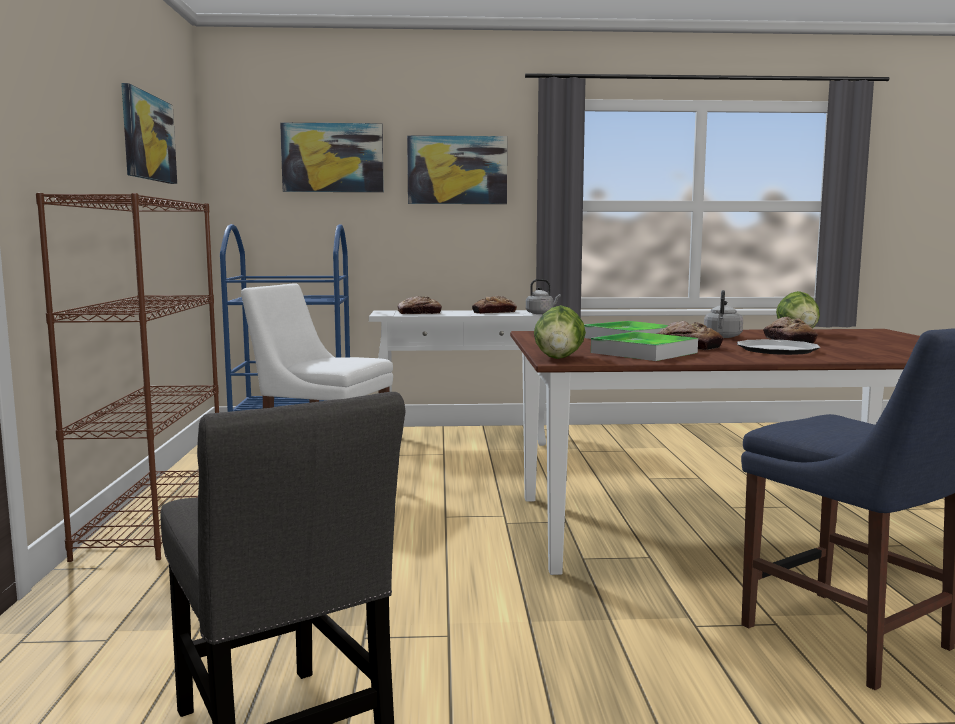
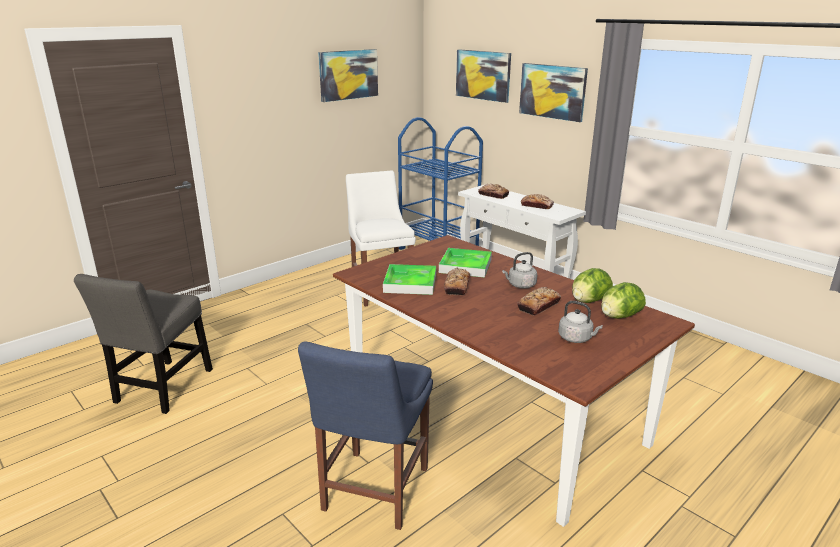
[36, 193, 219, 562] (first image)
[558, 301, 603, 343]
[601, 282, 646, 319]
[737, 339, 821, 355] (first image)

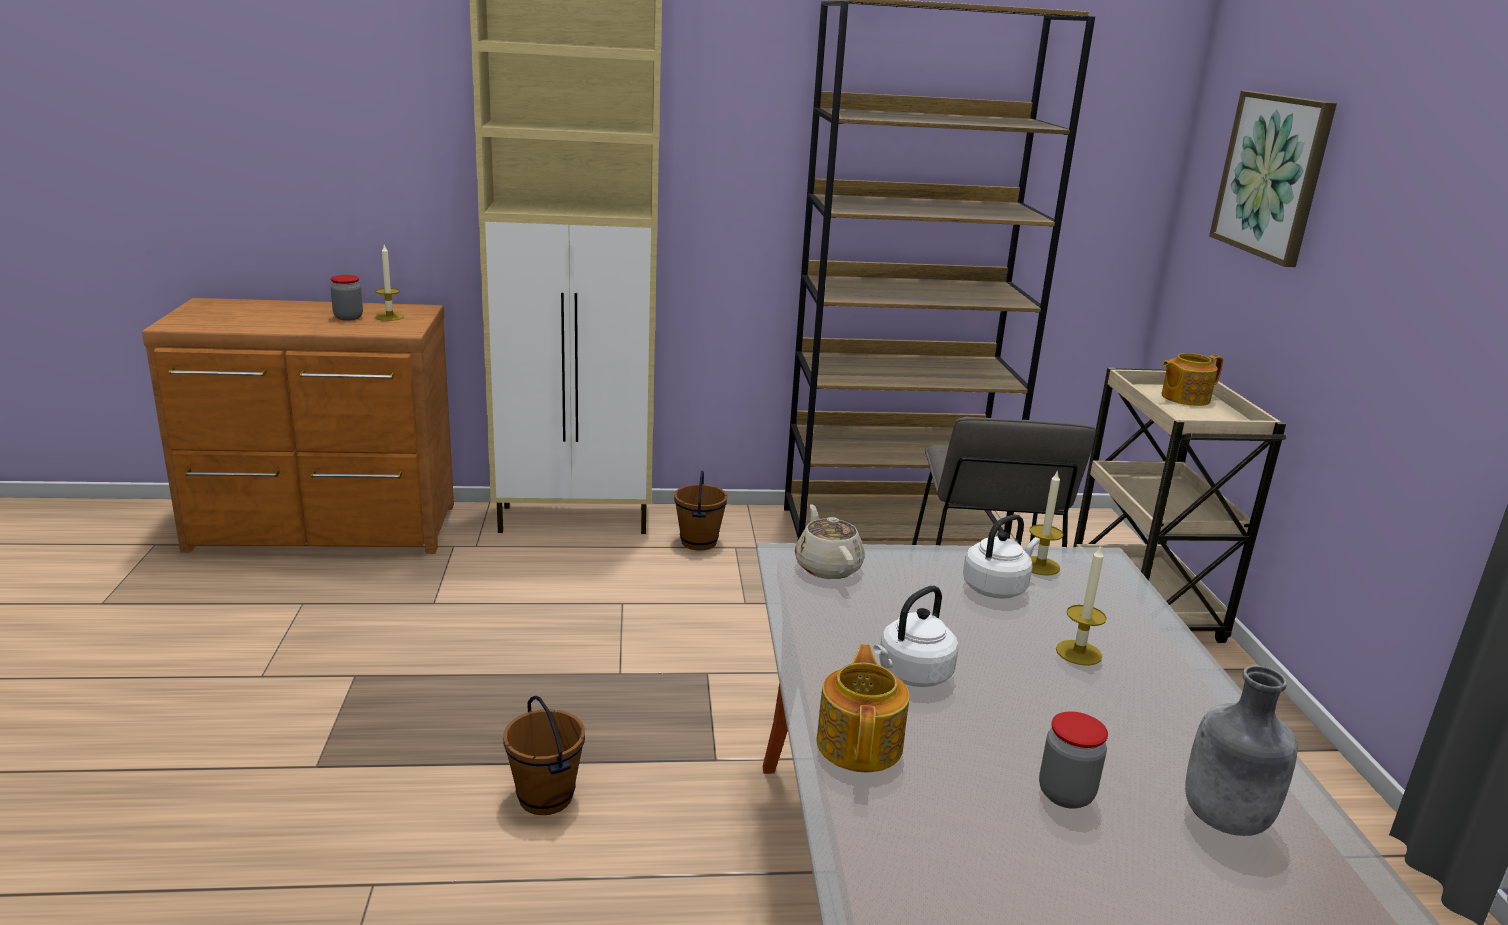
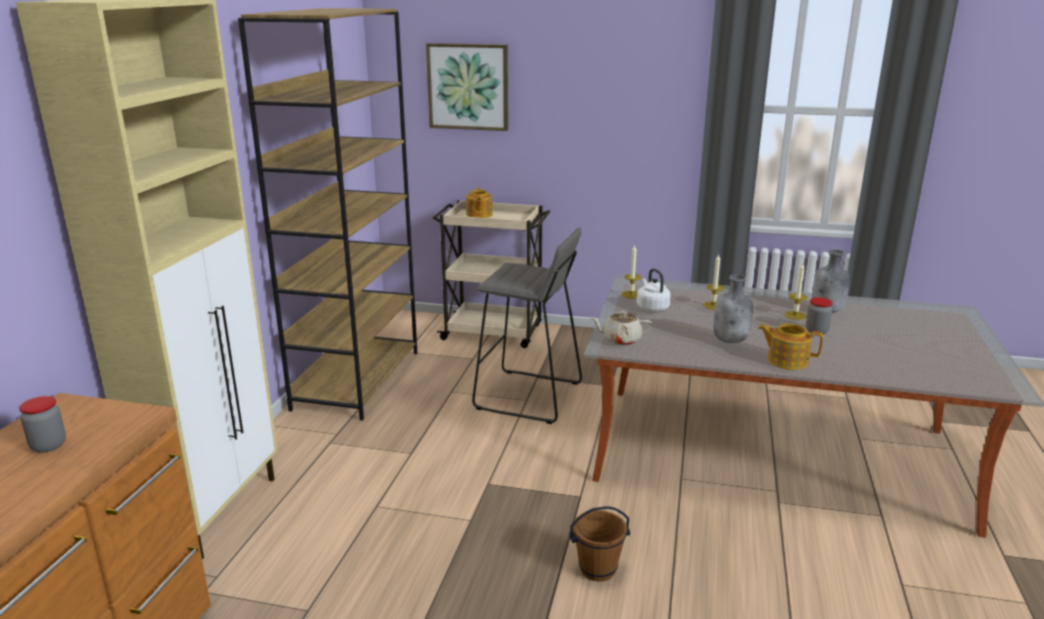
[784, 263, 808, 320]
[674, 470, 728, 551] (first image)
[714, 275, 753, 343]

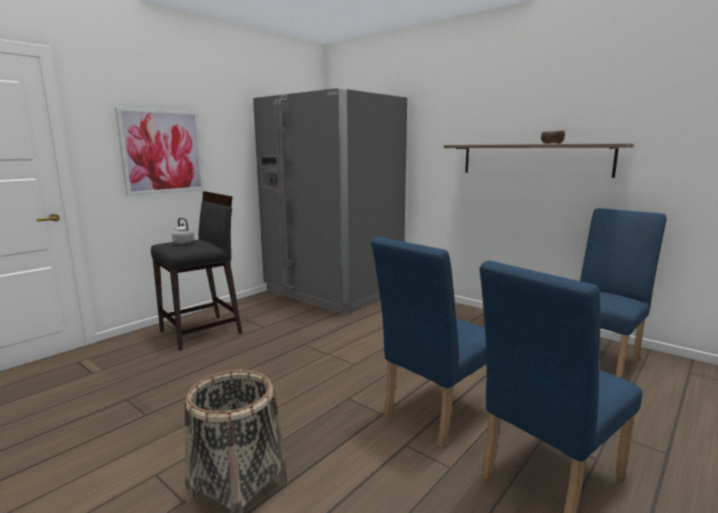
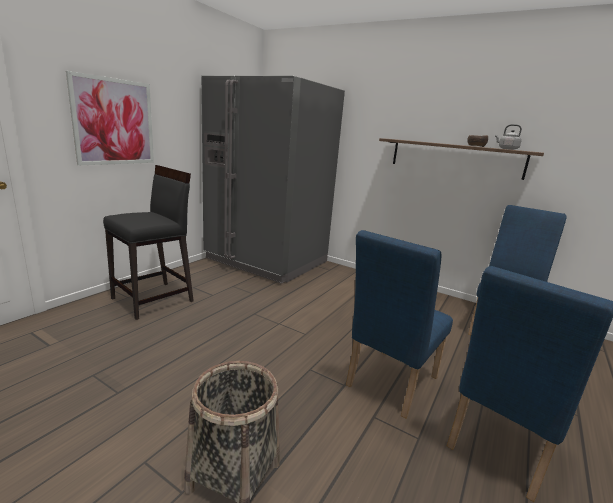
[495, 124, 522, 150]

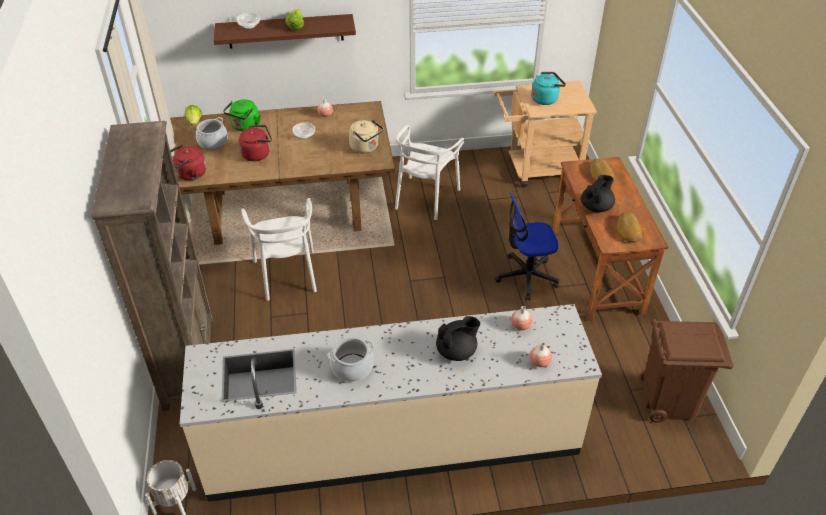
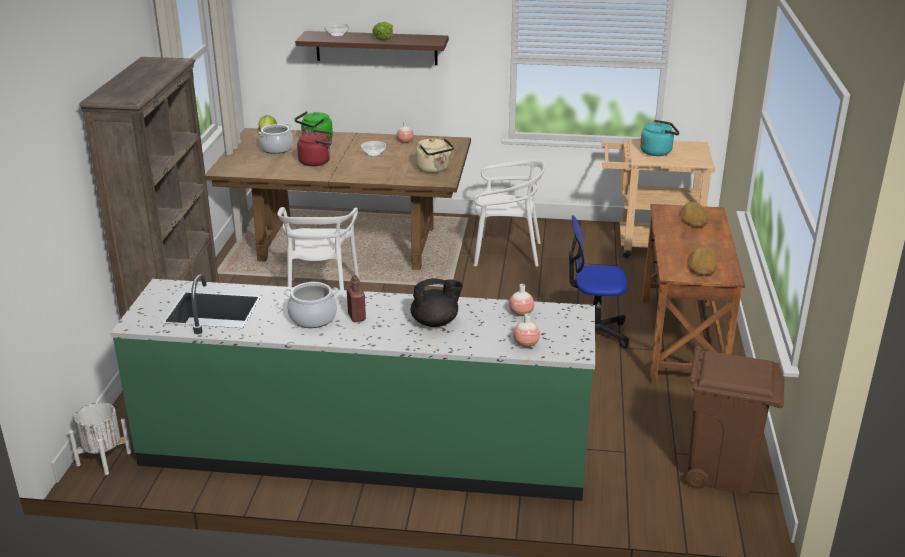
[473, 159, 545, 267]
[170, 145, 206, 181] (first image)
[581, 175, 615, 212] (first image)
[110, 274, 595, 501]
[346, 275, 366, 322]

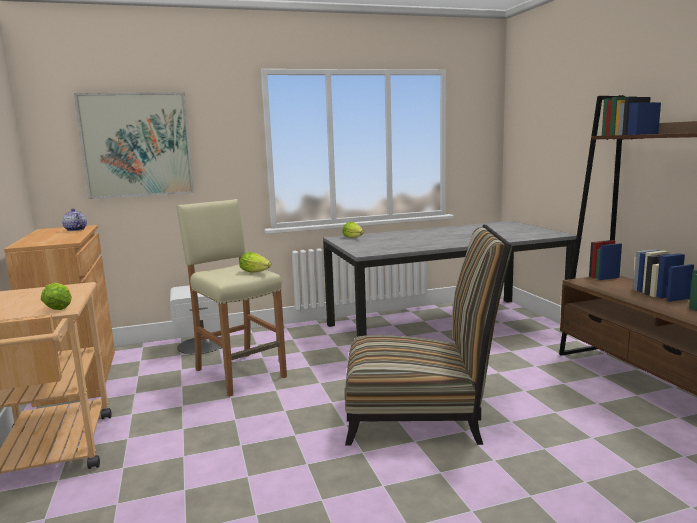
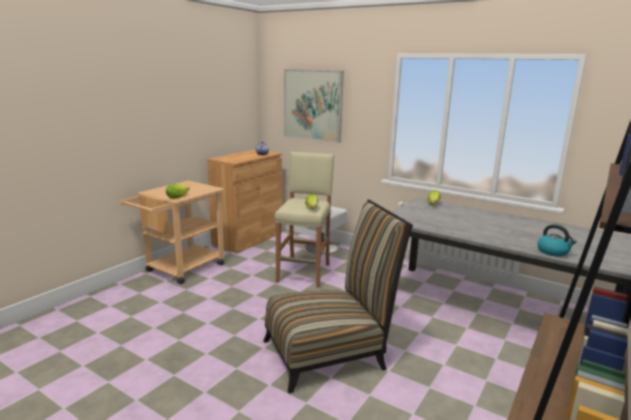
[263, 200, 413, 394]
[537, 224, 577, 257]

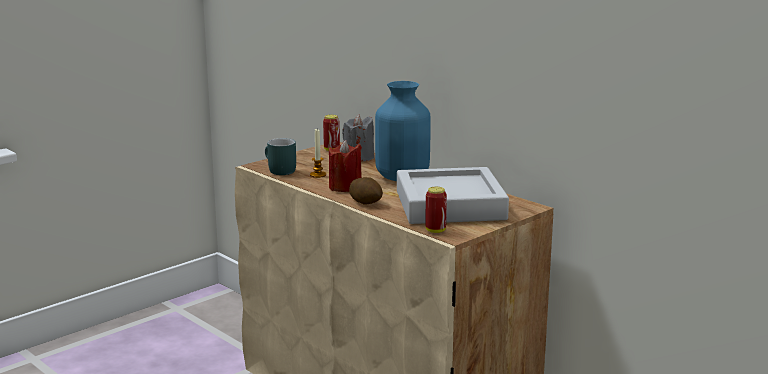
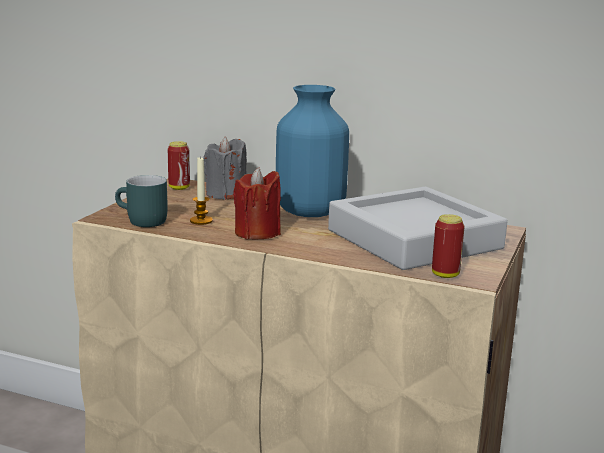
[349, 177, 383, 204] (first image)

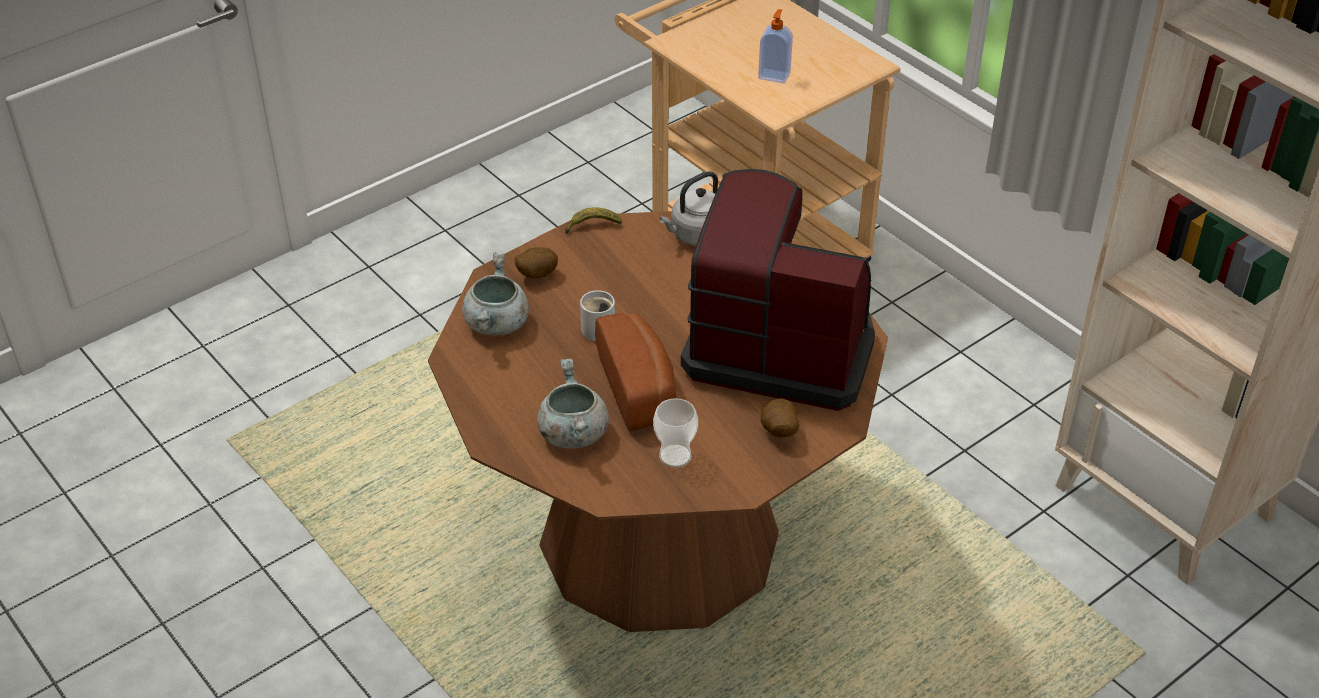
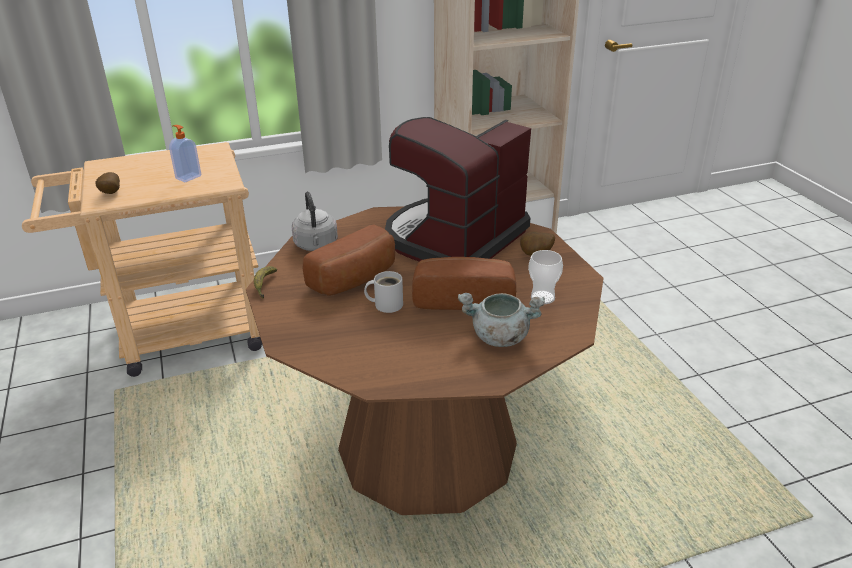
[95, 172, 120, 194]
[462, 252, 529, 335] (first image)
[303, 225, 395, 296]

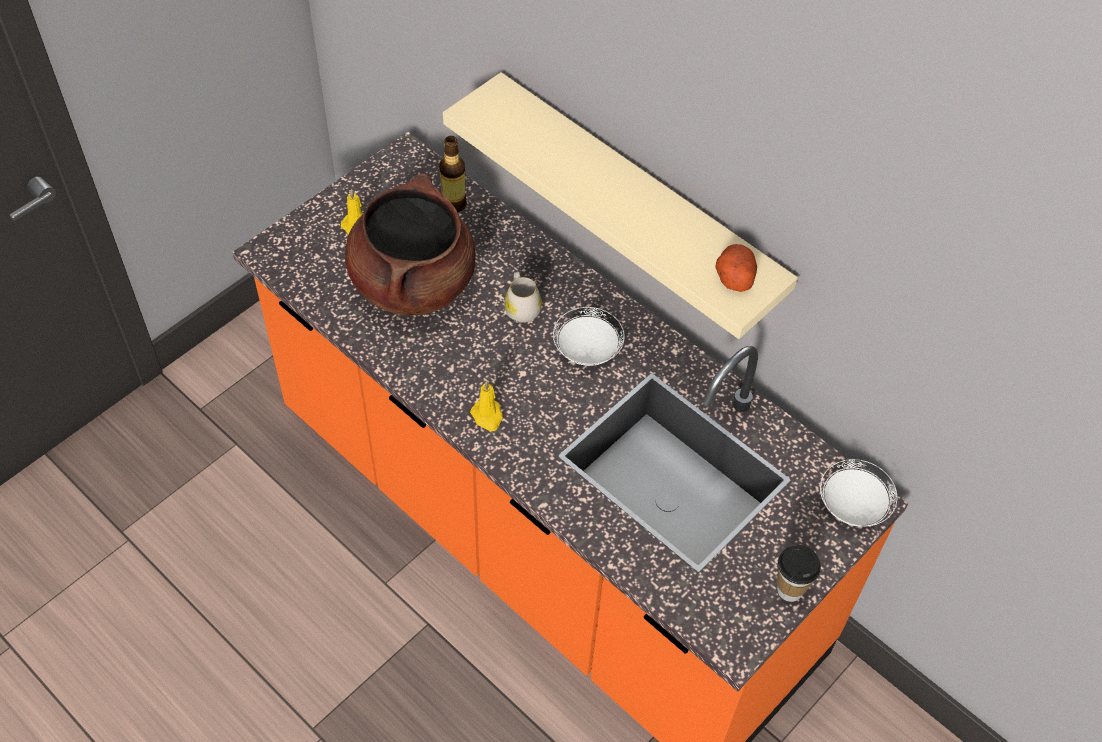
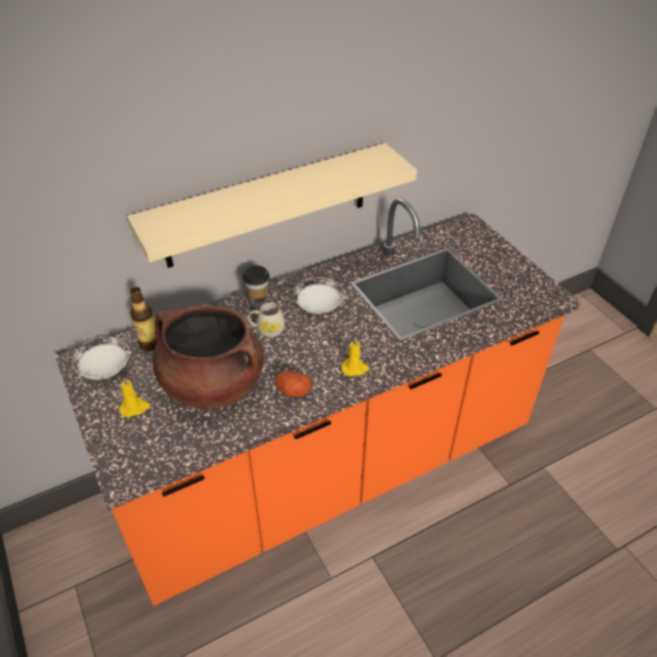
[275, 370, 311, 397]
[72, 337, 130, 380]
[243, 266, 270, 308]

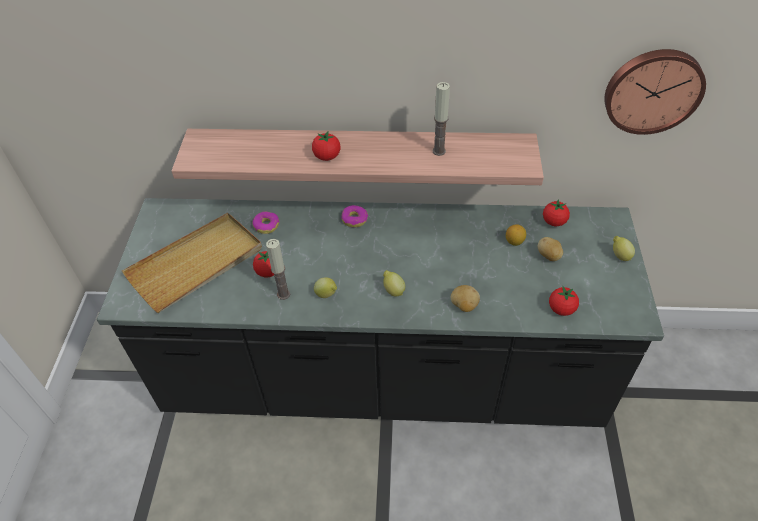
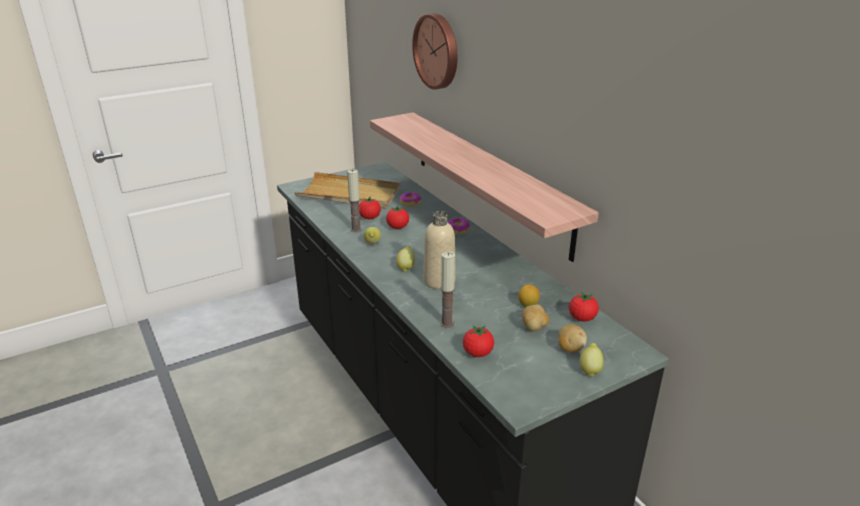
[412, 13, 458, 90]
[440, 252, 455, 328]
[386, 206, 409, 229]
[558, 324, 587, 353]
[423, 211, 456, 289]

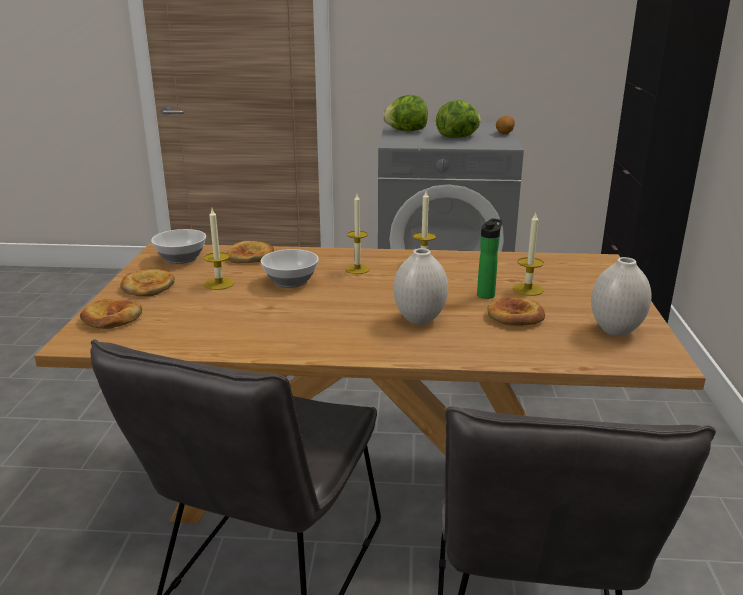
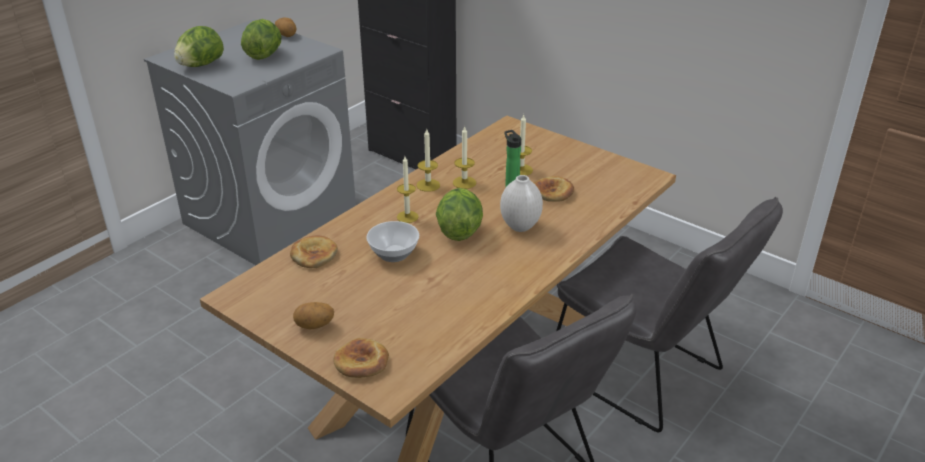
[453, 126, 476, 189]
[151, 229, 206, 264] (first image)
[591, 257, 652, 336] (first image)
[293, 302, 334, 329]
[436, 188, 483, 241]

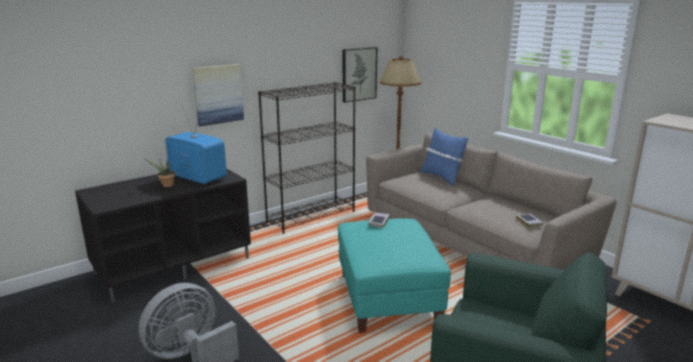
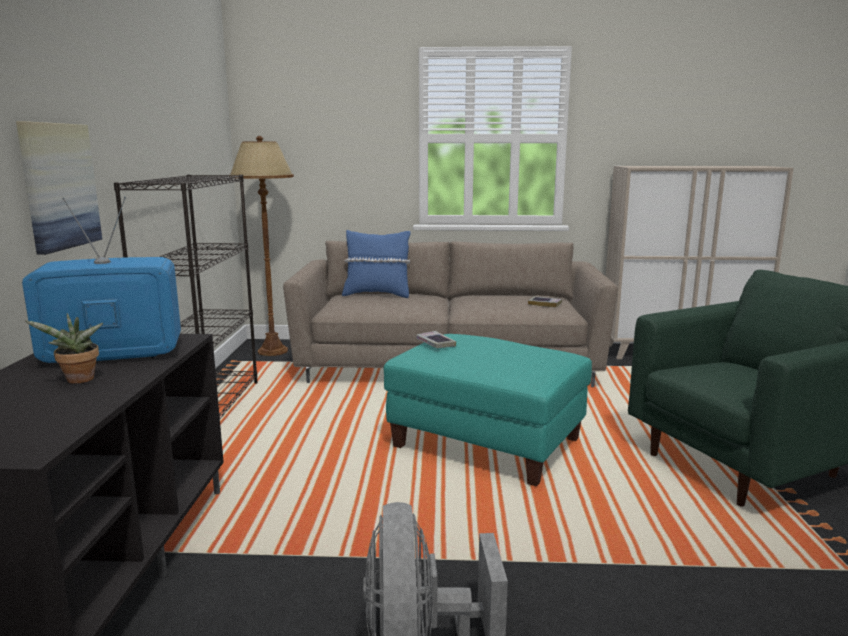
[343, 47, 377, 103] (first image)

